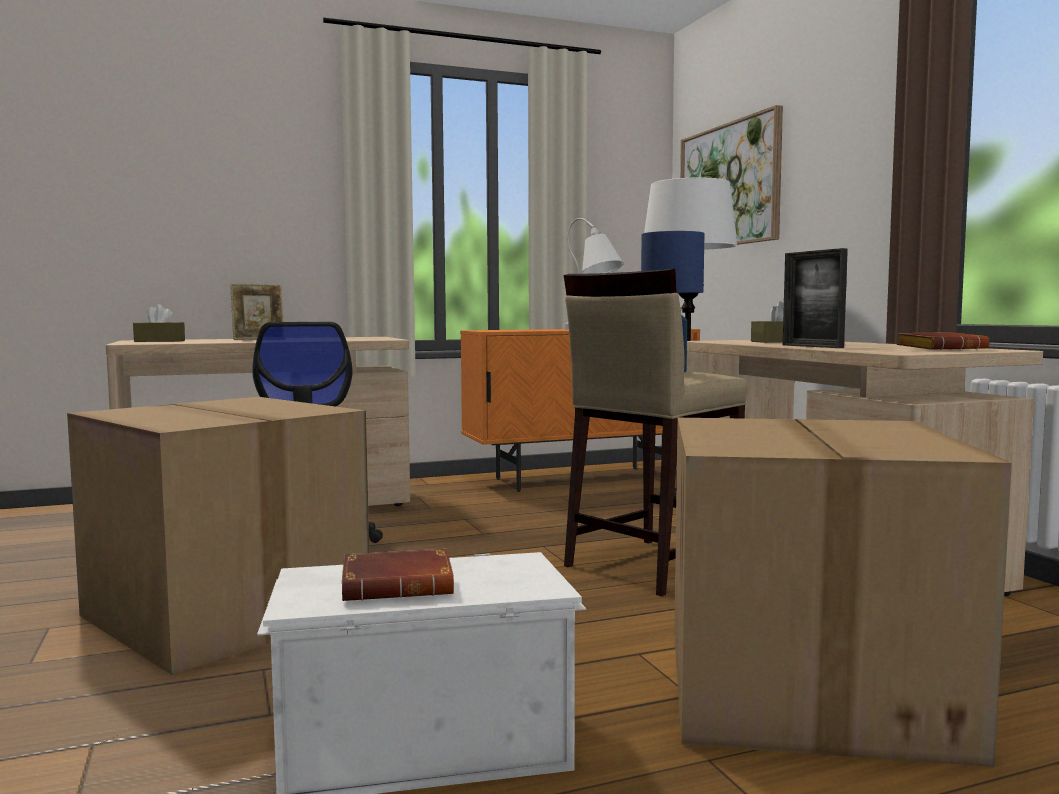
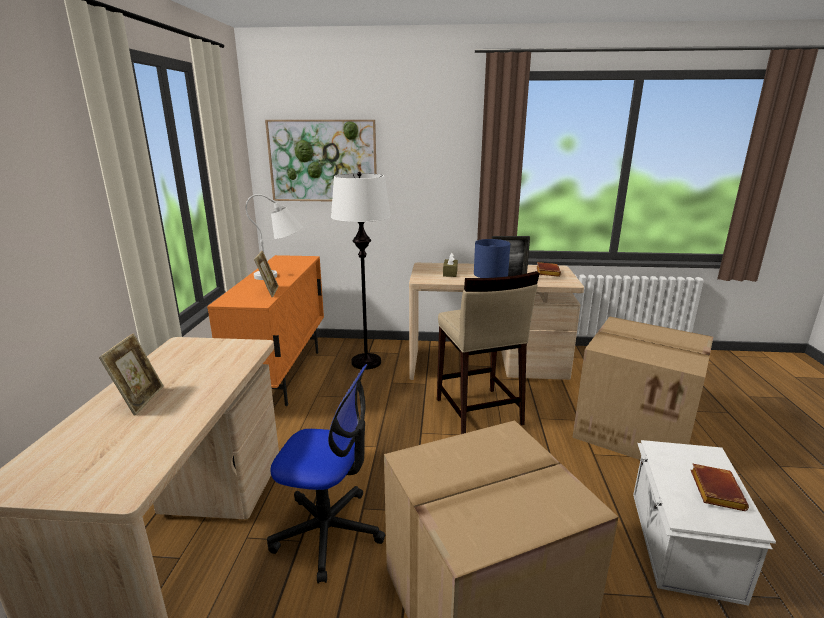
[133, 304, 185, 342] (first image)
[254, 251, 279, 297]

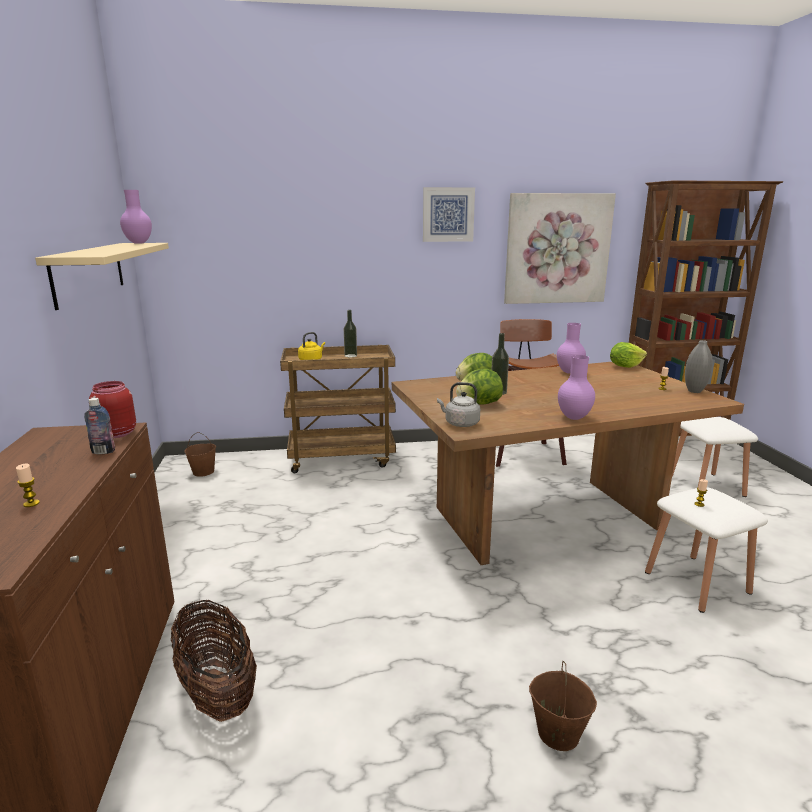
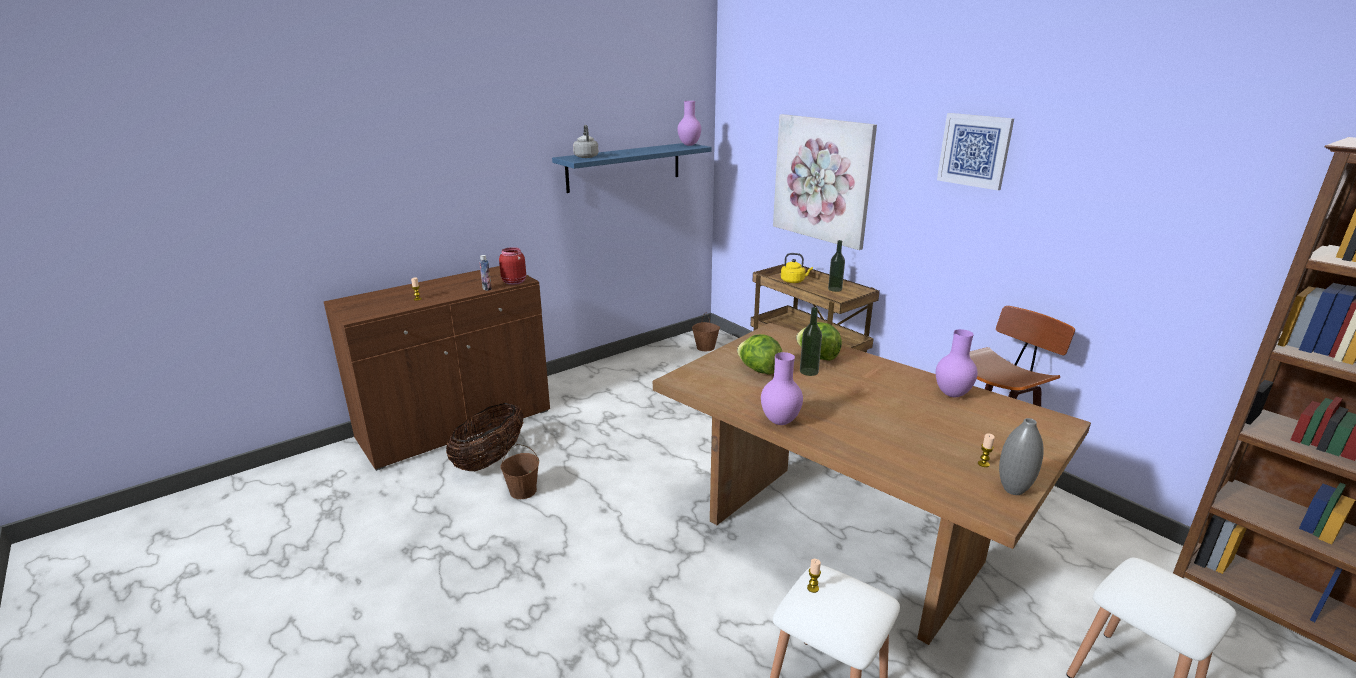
[773, 114, 877, 250]
[552, 143, 712, 193]
[610, 342, 647, 368] (first image)
[573, 125, 598, 158]
[500, 444, 539, 499]

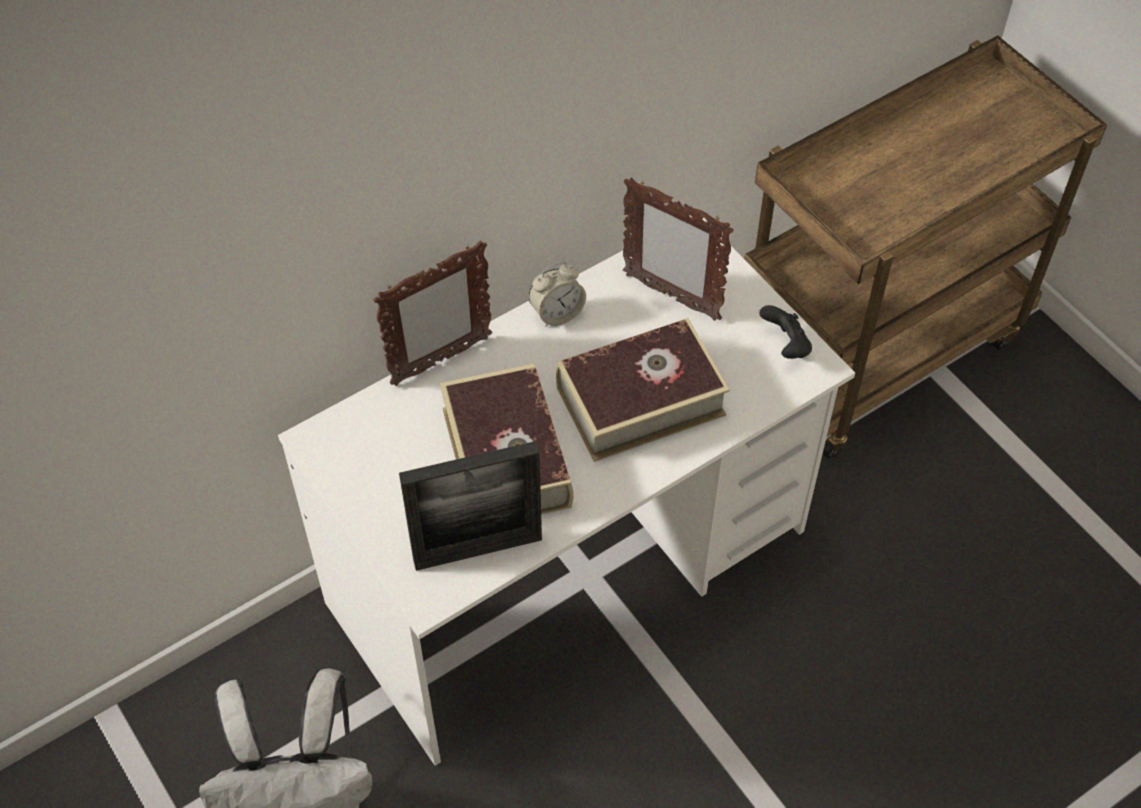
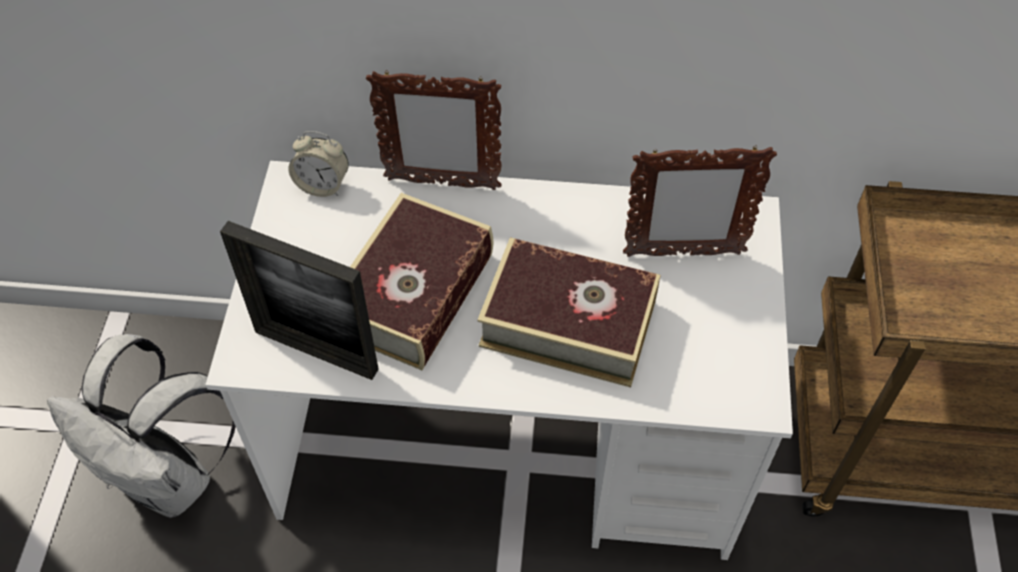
[623, 145, 777, 257]
[289, 131, 349, 197]
[759, 305, 812, 359] (first image)

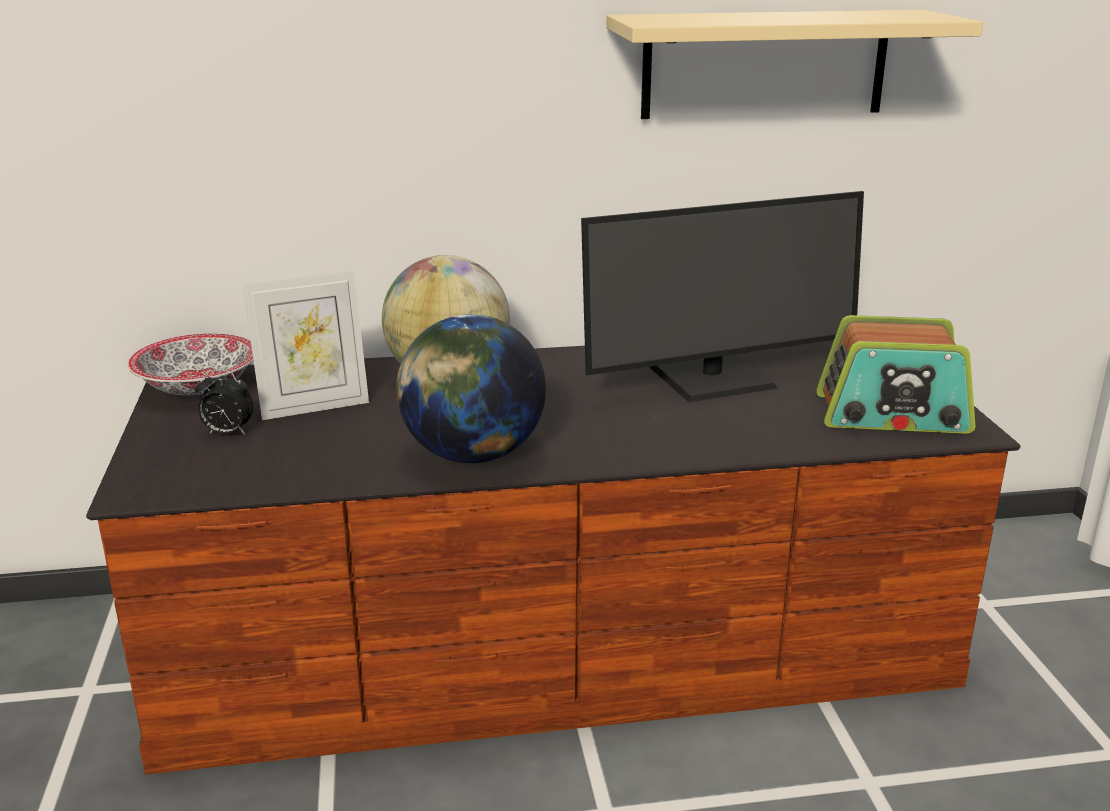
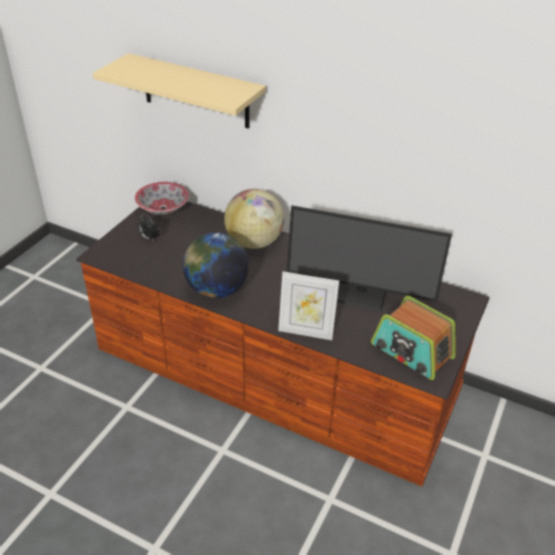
[93, 53, 266, 129]
[278, 271, 339, 340]

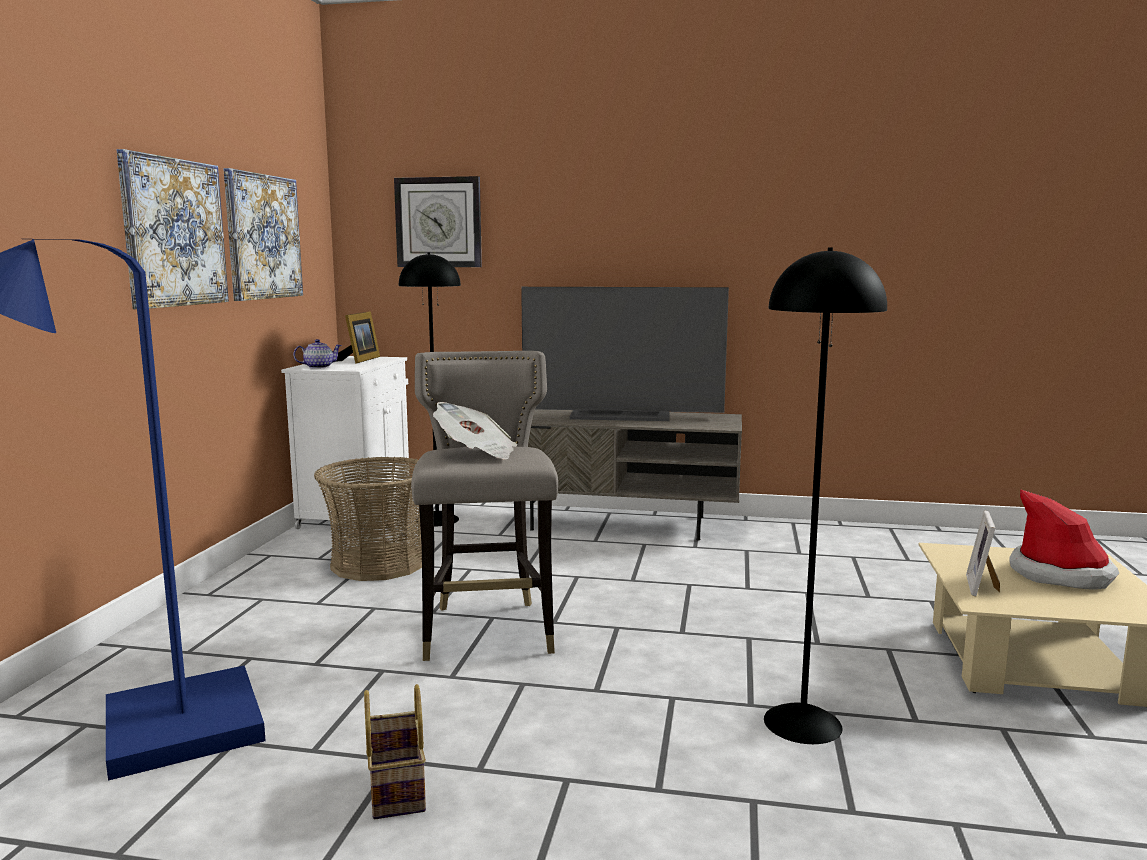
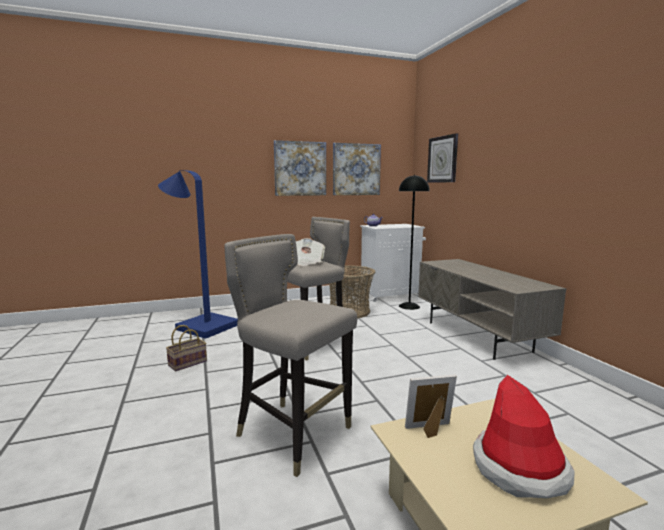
[224, 234, 357, 477]
[521, 287, 729, 421] (first image)
[336, 311, 380, 364] (first image)

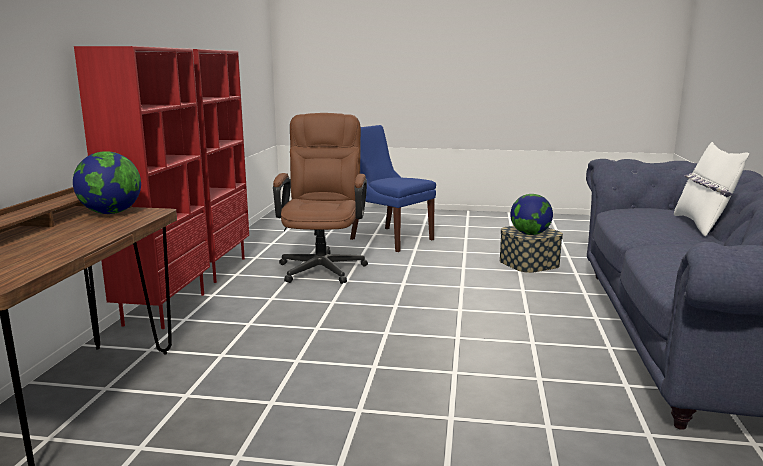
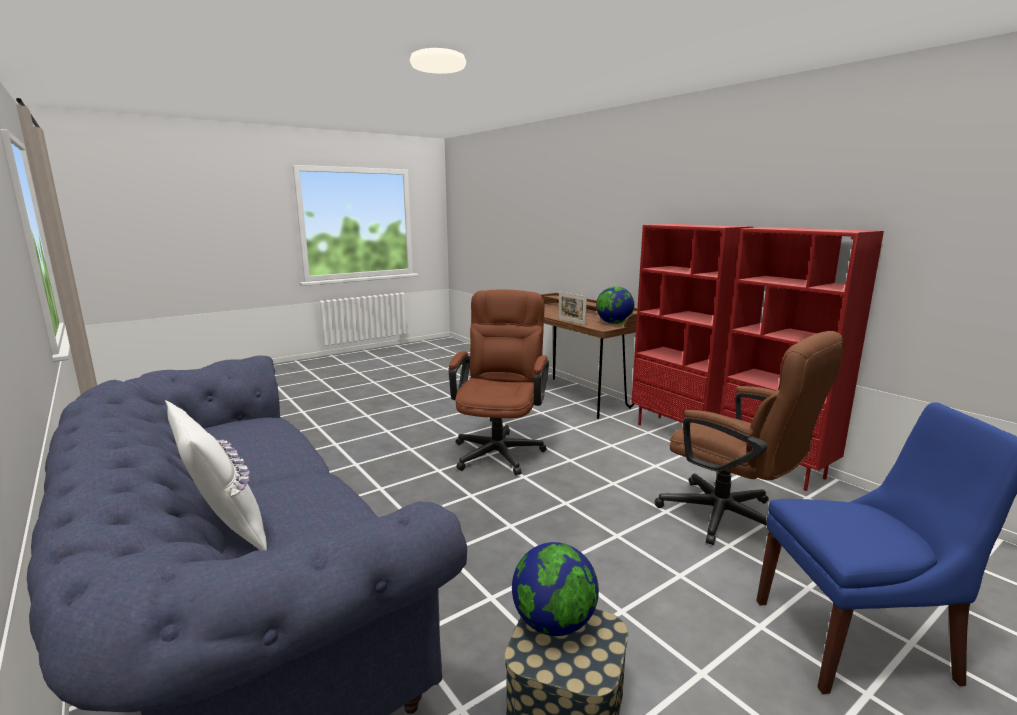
[449, 289, 549, 476]
[558, 292, 587, 325]

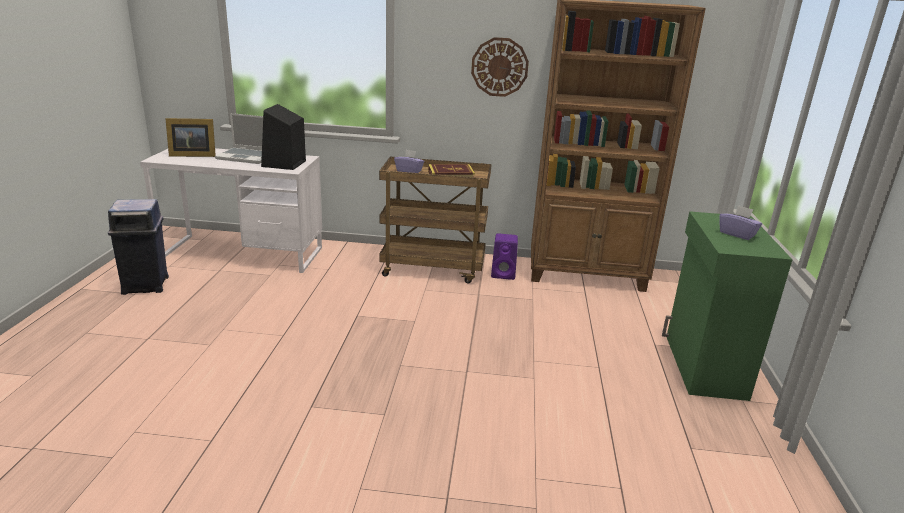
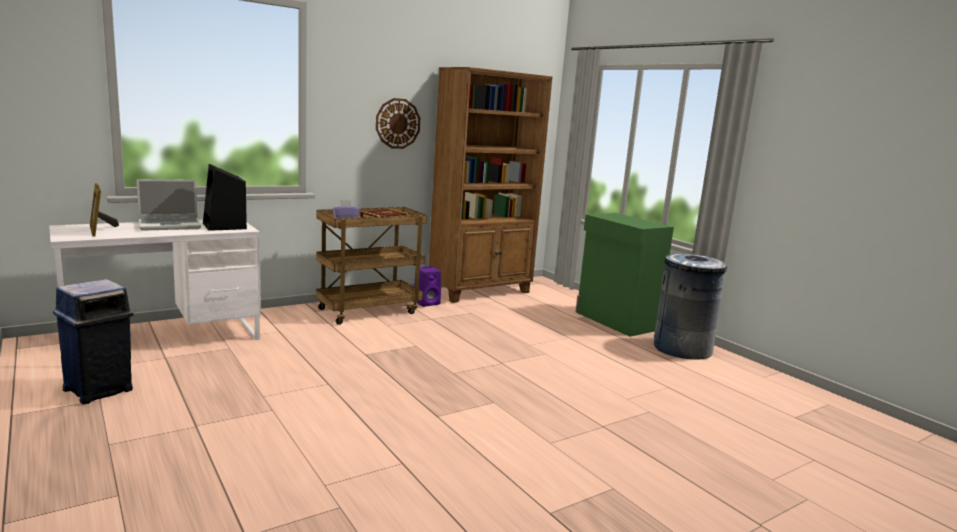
[90, 183, 119, 237]
[719, 205, 762, 240] (first image)
[654, 254, 727, 360]

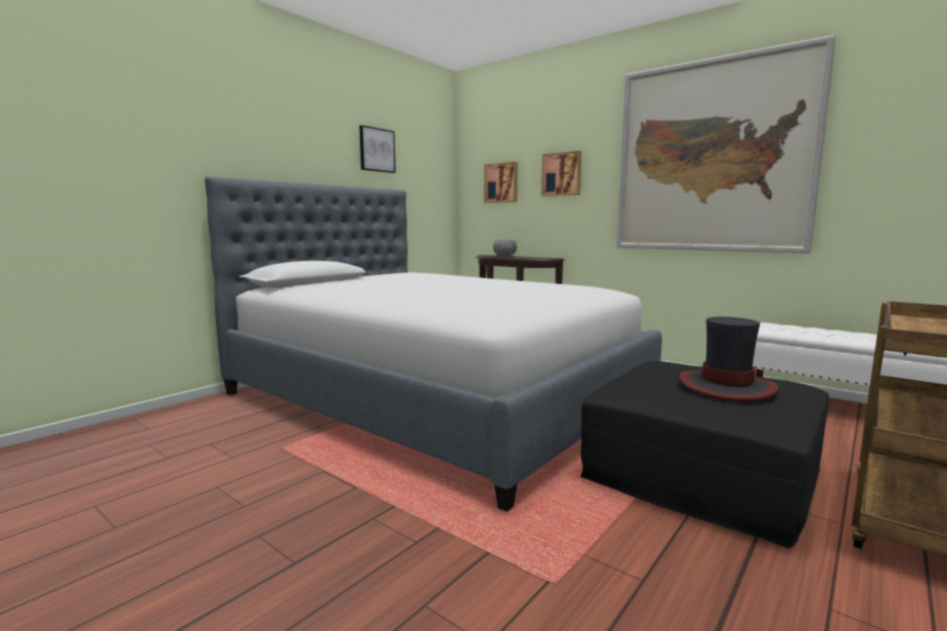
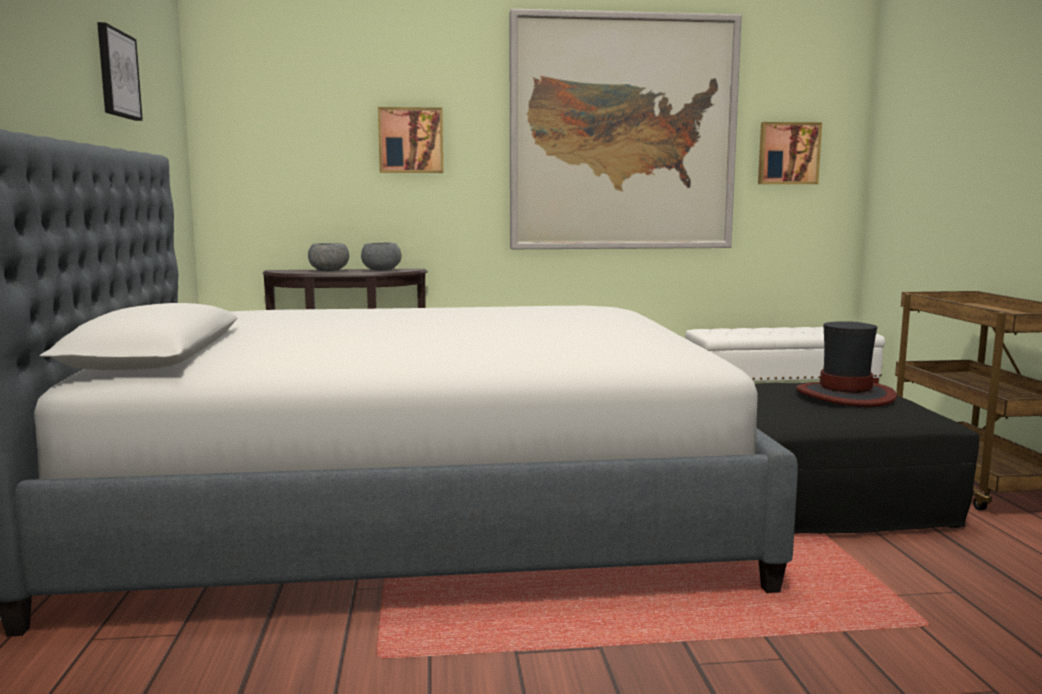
[758, 122, 822, 184]
[361, 242, 401, 271]

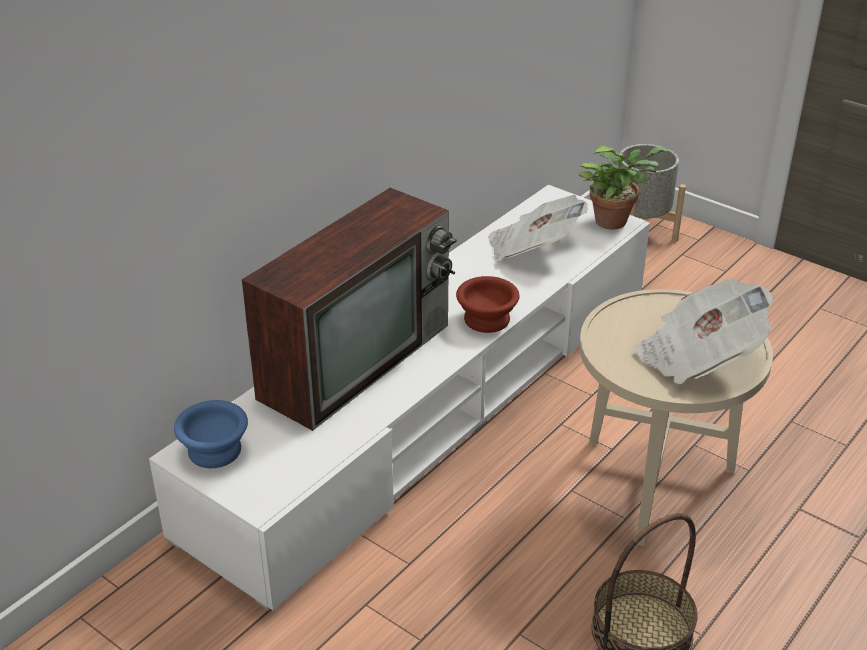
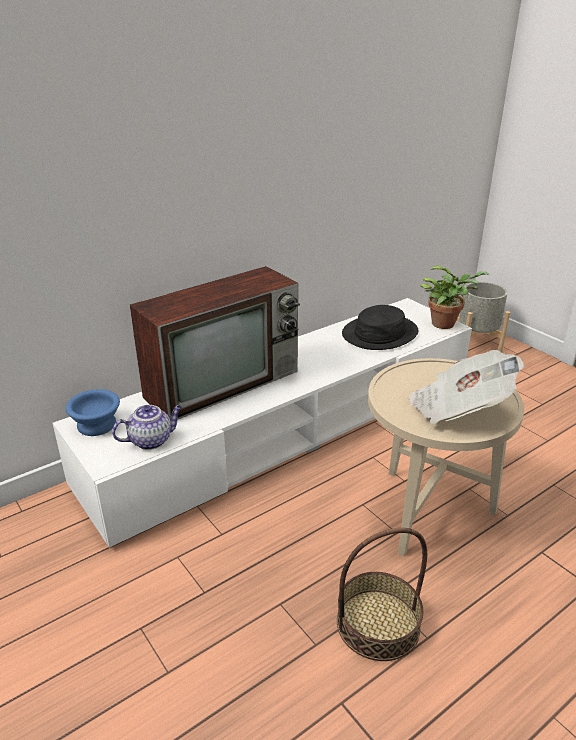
[342, 305, 418, 350]
[456, 276, 519, 333] (first image)
[112, 405, 182, 450]

